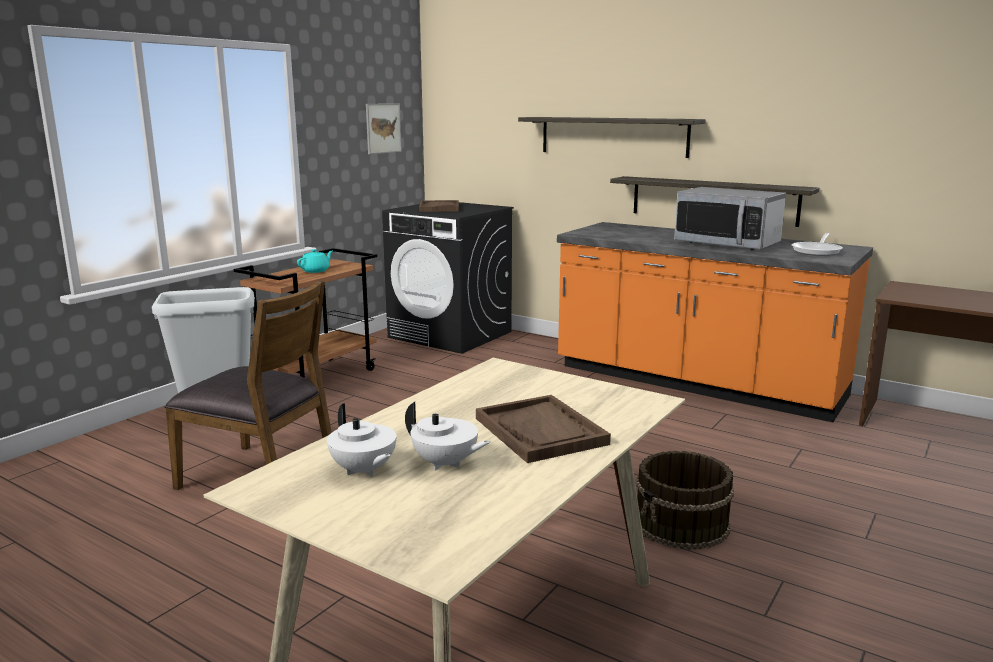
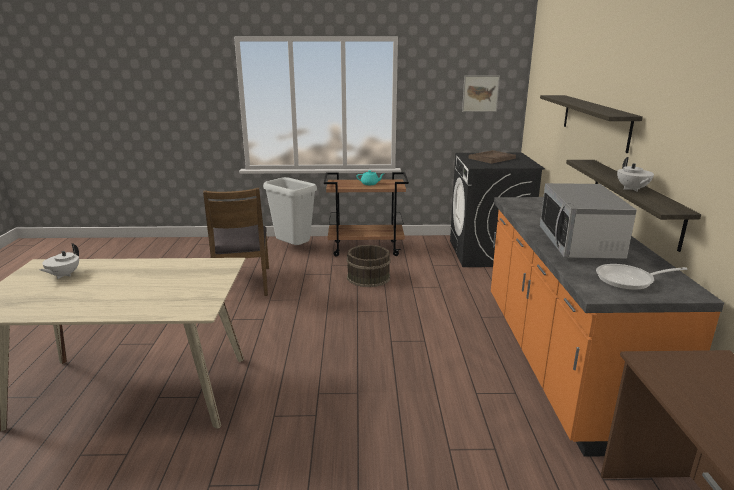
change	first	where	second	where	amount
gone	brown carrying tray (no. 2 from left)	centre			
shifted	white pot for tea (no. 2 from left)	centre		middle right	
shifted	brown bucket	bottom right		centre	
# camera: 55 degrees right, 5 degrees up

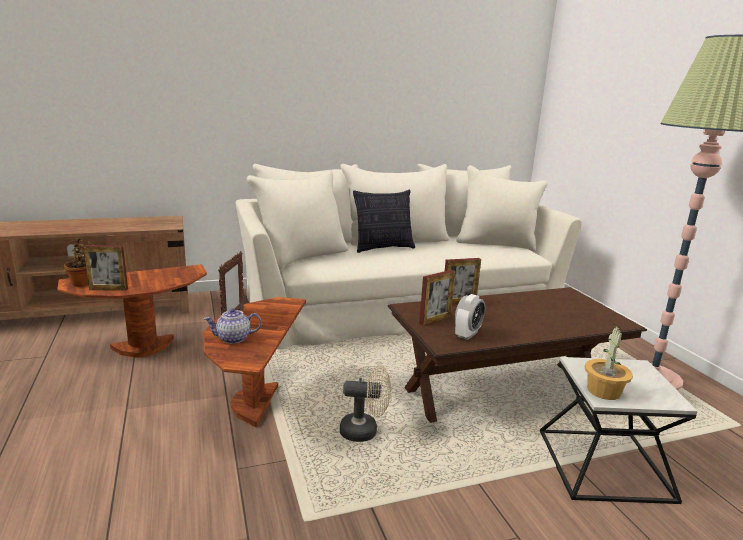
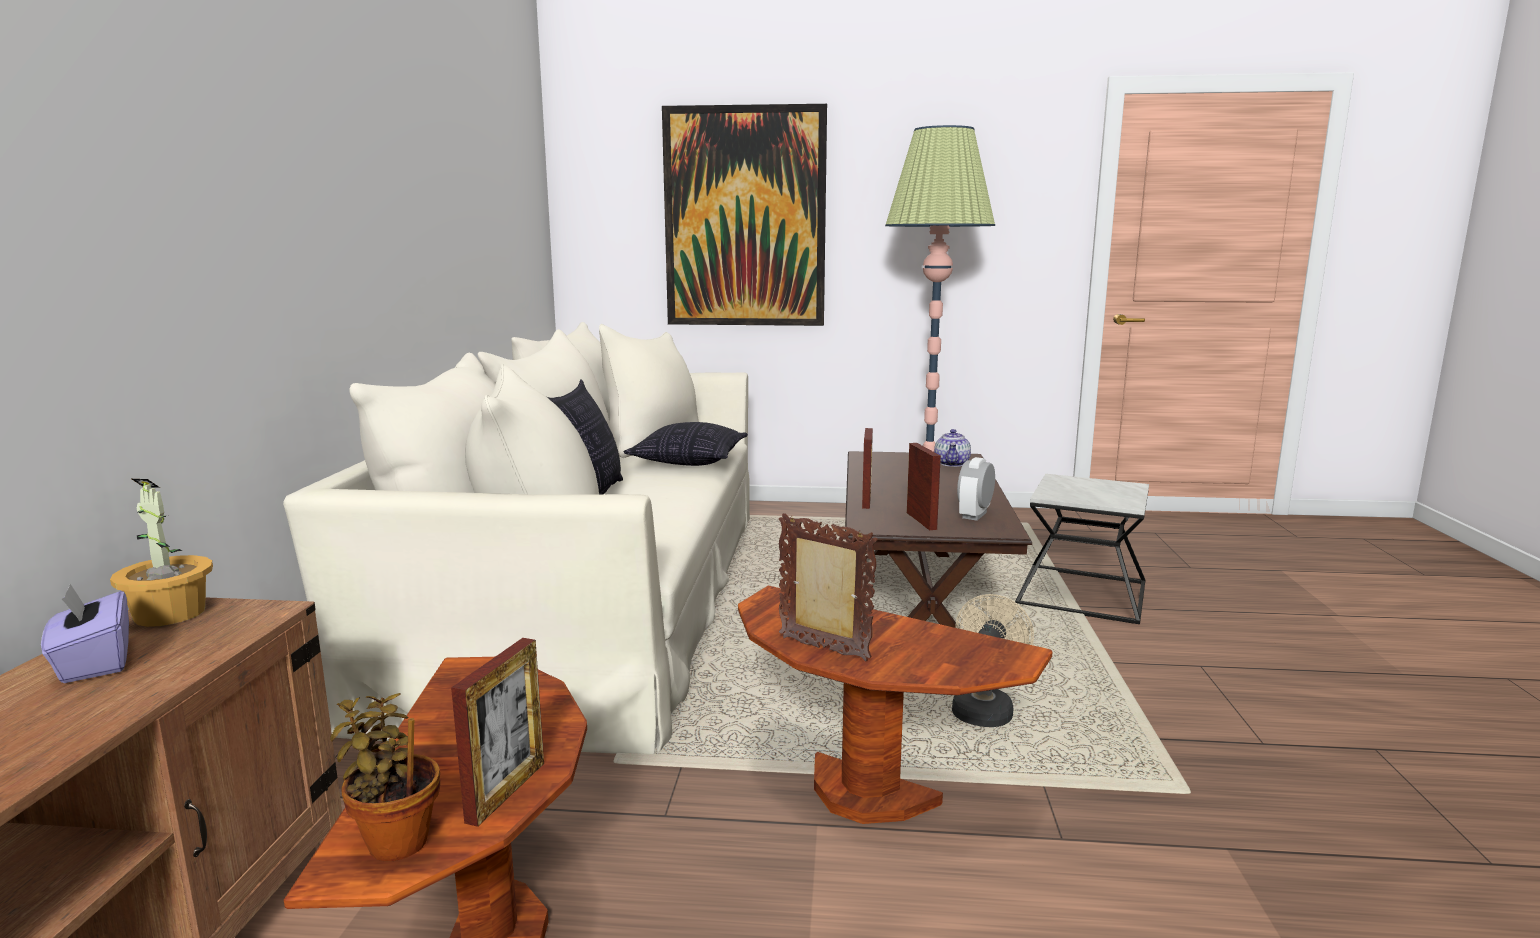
change	first	where	second	where	amount
new			purple tissue holder	bottom left	
new			throw pillow (no. 2 from left)	centre	
new			wall picture	top centre	
shifted	pot for tea	middle left		centre	
shifted	plant in a pot (no. 2 from left in the first image)	bottom right	plant in a pot (no. 1 from left)	middle left	
rotated	bedside clock	centre		centre	120 degrees counterclockwise
# camera: 65 degrees left, 5 degrees down

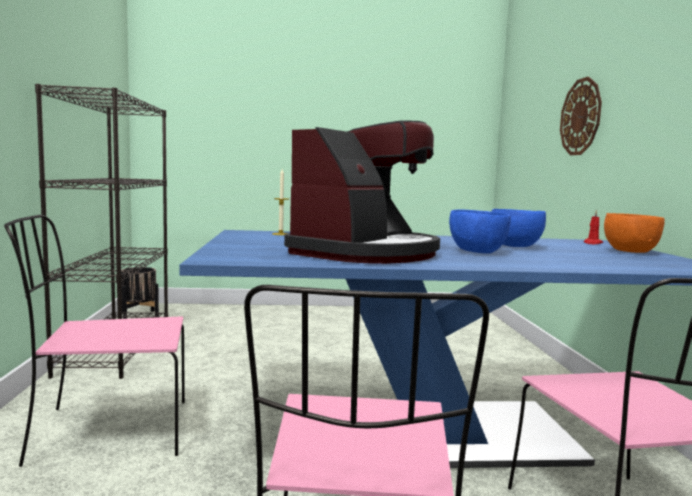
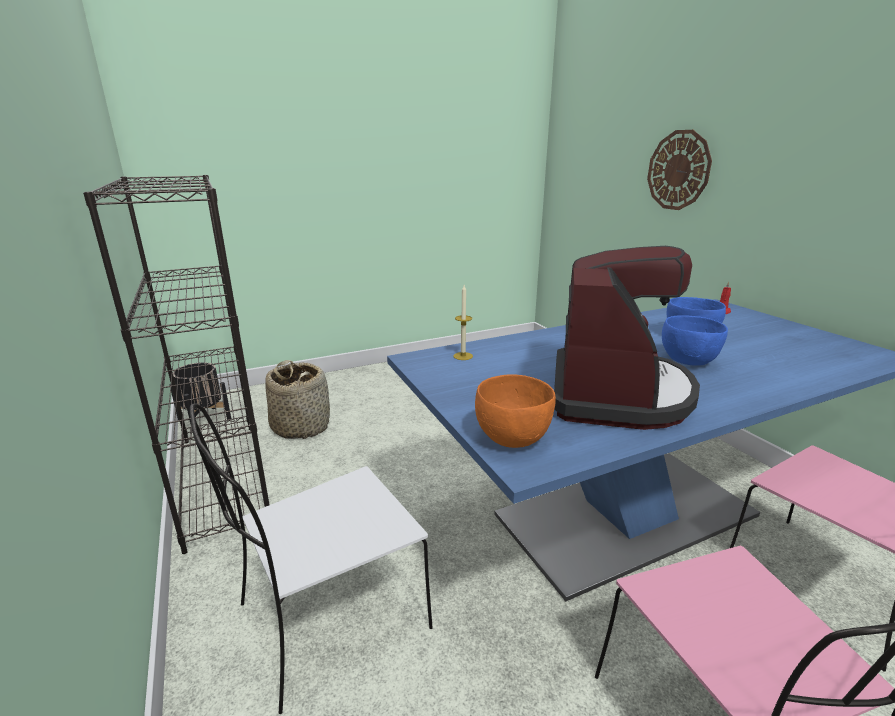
change	first	where	second	where	amount
new			household basket	middle left	
shifted	orangey deep dish	middle right		centre	
repainted	pinkish plain chair (no. 1 from left)	bottom left	white plain chair	bottom centre	
# camera: 20 degrees left, 15 degrees up

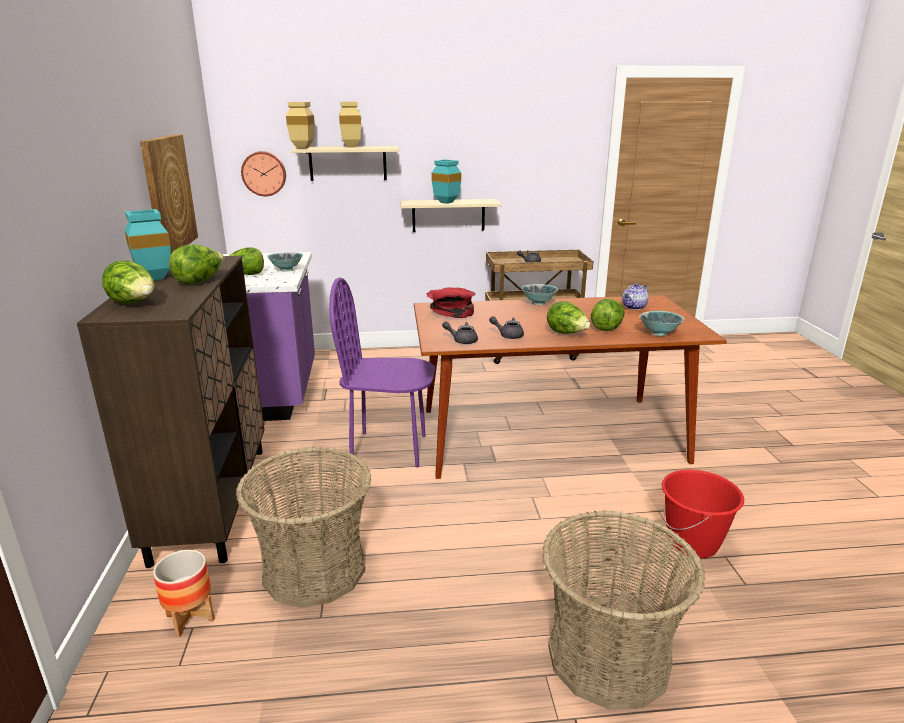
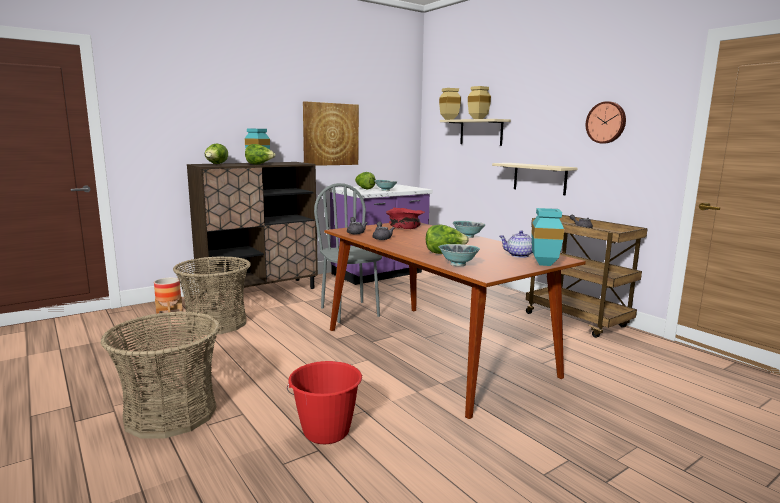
change	first	where	second	where	amount
gone	head of lettuce (no. 4 from left)	centre			
shifted	wall clock	top left		top right	
shifted	turquoise decorative vase (no. 2 from left)	top centre		middle right	
repainted	purple plain chair	centre	greyish plain chair	centre	
# camera: 60 degrees right, 10 degrees down

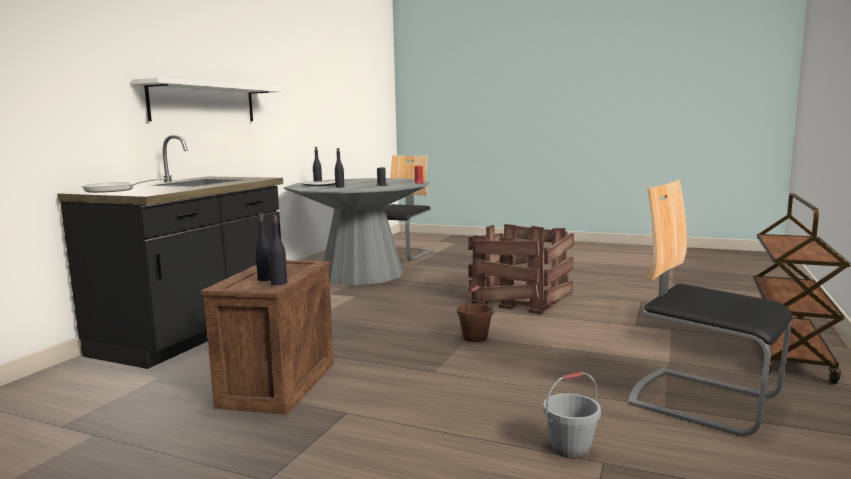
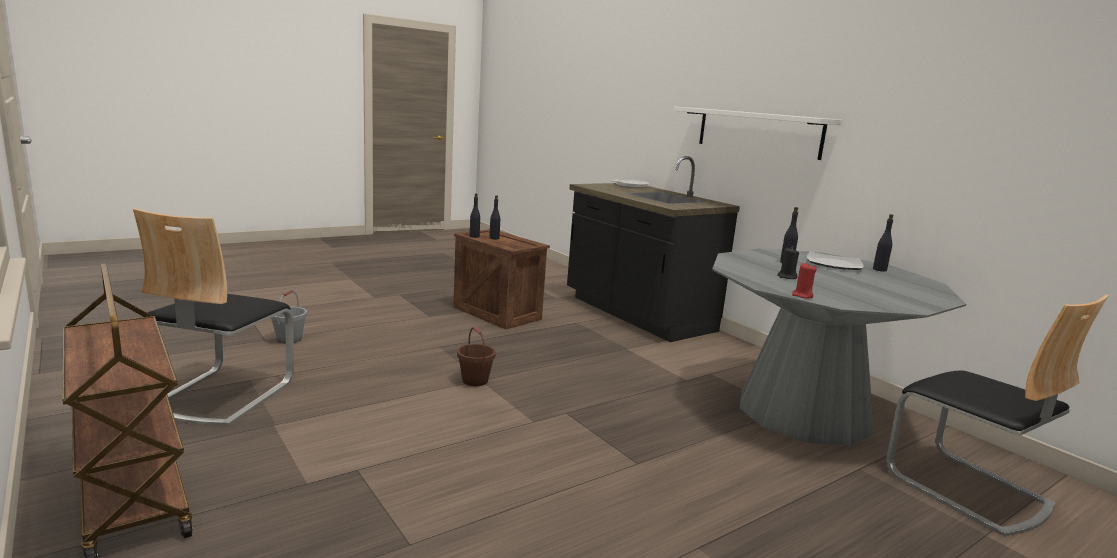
change	first	where	second	where	amount
gone	shipping crate (no. 2 from left)	centre			
rotated	plain chair (no. 2 from left in the first image)	middle right	plain chair (no. 1 from left)	middle left	120 degrees clockwise
# camera: 120 degrees right, 5 degrees up

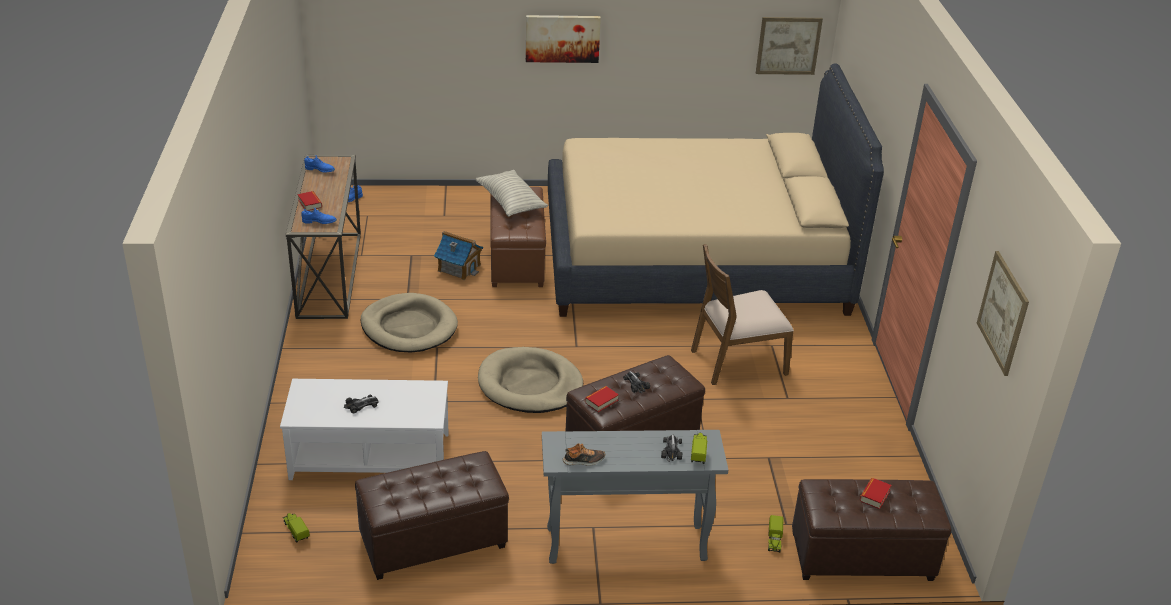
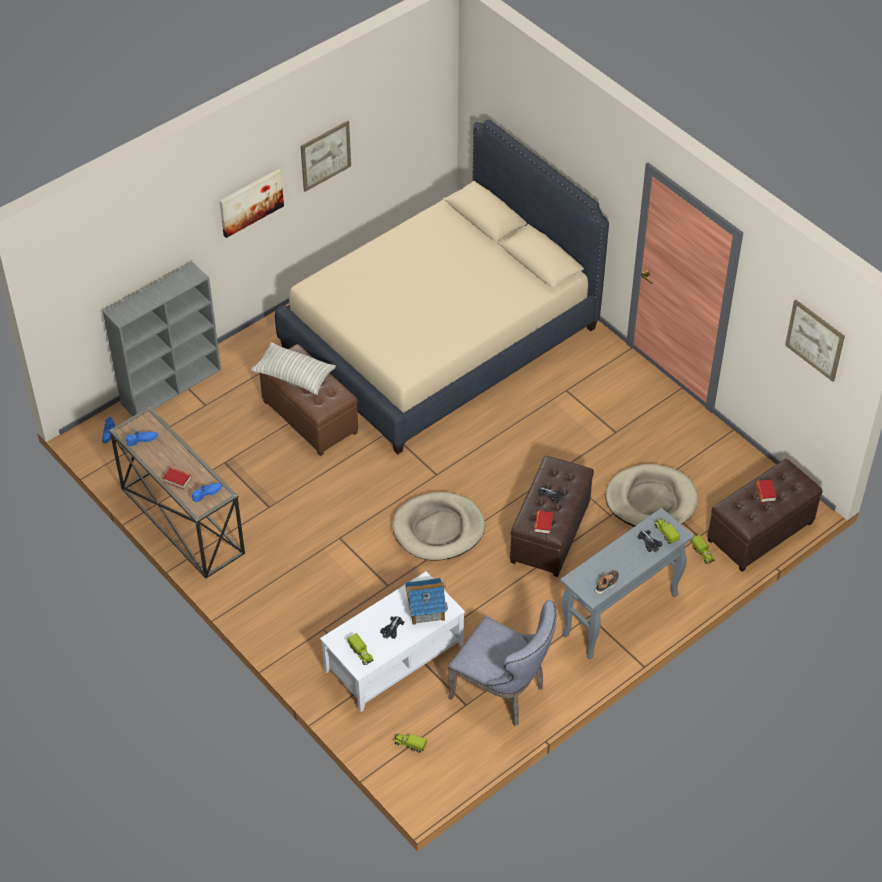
change	first	where	second	where	amount
gone	brown plain chair	centre			
new			greyish shelving unit	middle left	
new			toy lorry (no. 1 from left)	bottom centre	
shifted	beige dog bed (no. 1 from left in the first image)	centre	beige dog bed (no. 2 from left)	middle right	
shifted	miniature house	centre		bottom centre	
shifted	wall picture (no. 2 from left)	top right		top centre	
swapped	brown footrest (no. 1 from left)	bottom centre	greyish plain chair	bottom centre	
# camera: 35 degrees left, 15 degrees up

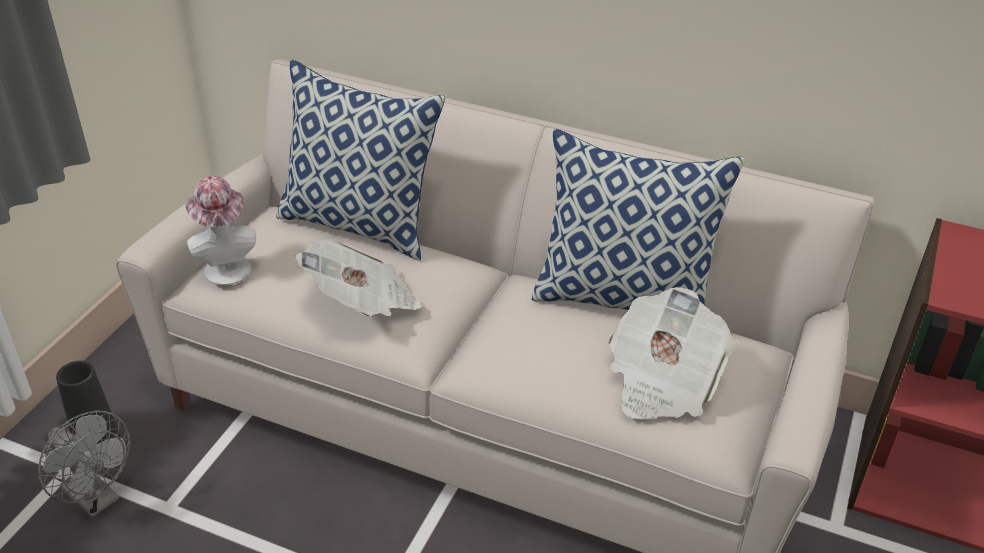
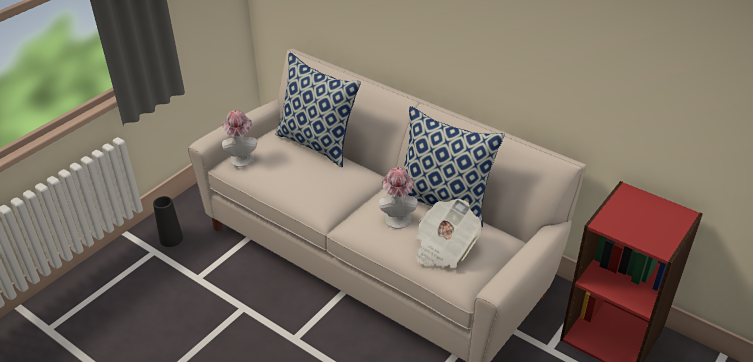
change	first	where	second	where	amount
gone	greyish cooling fan	bottom left			
gone	printed paper (no. 1 from left)	centre			
new			hat (no. 2 from left)	centre	
# camera: 15 degrees right, 0 degrees up

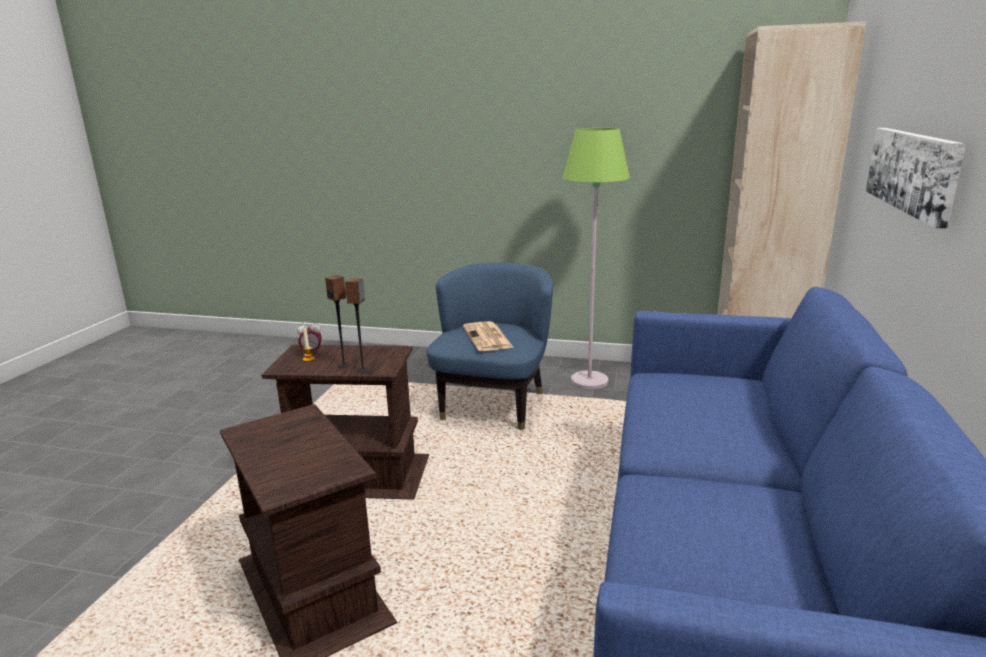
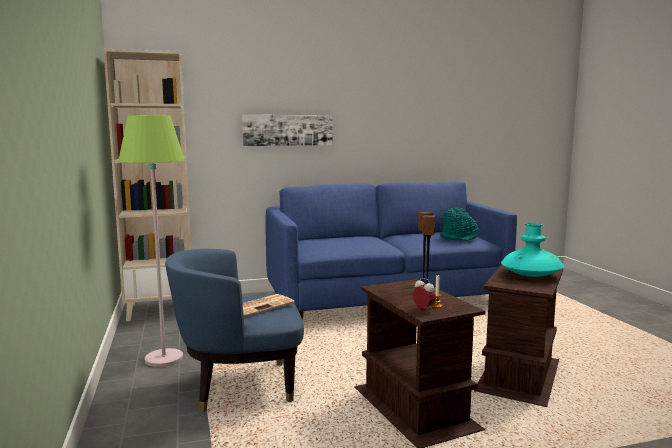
change	first	where	second	where	amount
new			turquoise hat	middle right	
new			turquoise decorative vase	middle right	
# camera: 120 degrees left, 10 degrees down

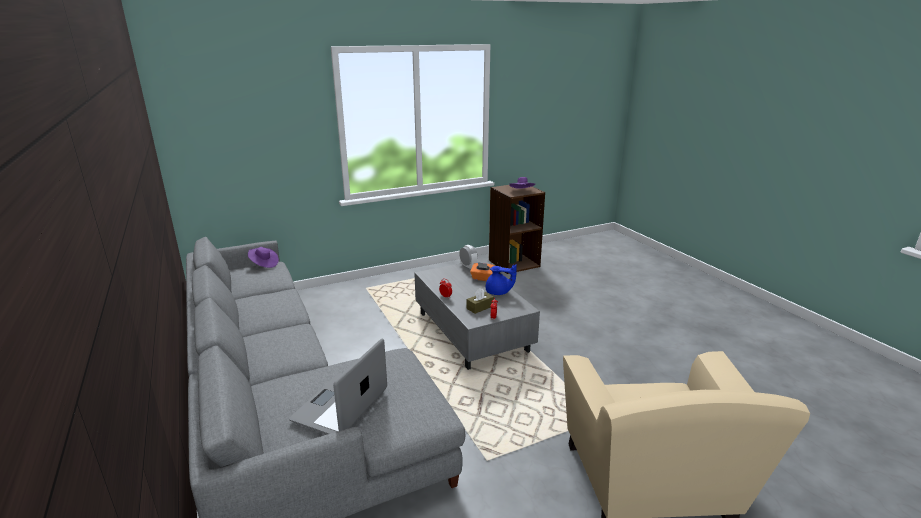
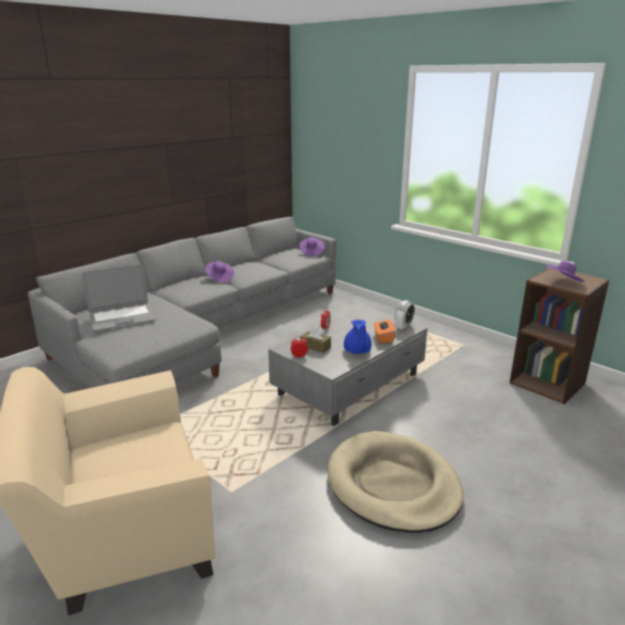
change	first	where	second	where	amount
new			purple hat (no. 1 from left)	centre	
new			beige dog bed	bottom centre	
rotated	portable computer	bottom centre		middle left	150 degrees clockwise
# camera: 70 degrees right, 0 degrees up

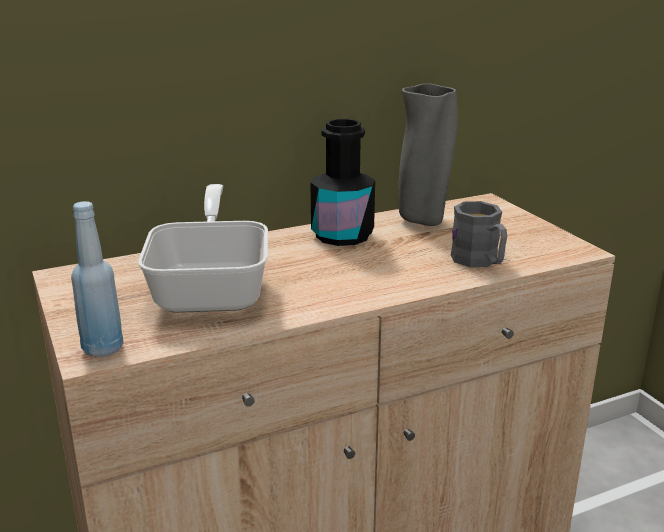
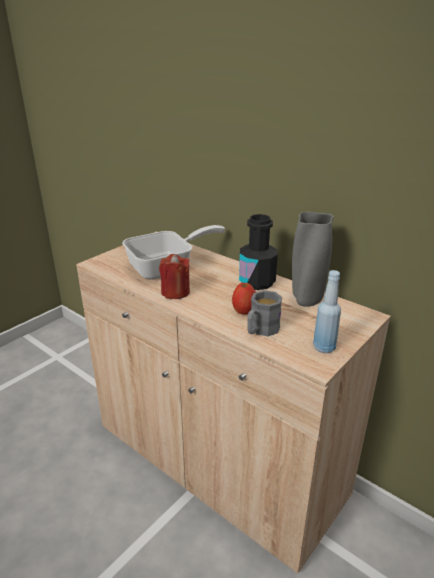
change	first	where	second	where	amount
new			red candle	centre	
new			apple	centre	
shifted	blue-coloured drink bottle	middle left		middle right	
# camera: 65 degrees right, 5 degrees up

